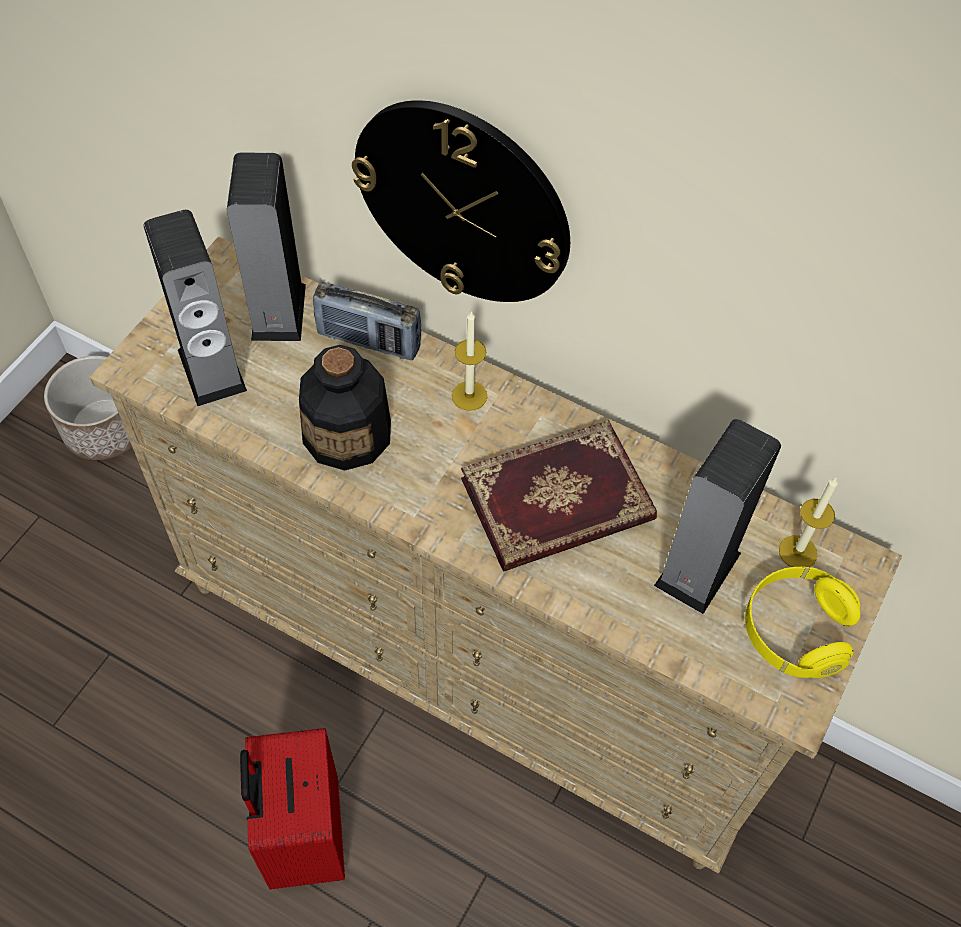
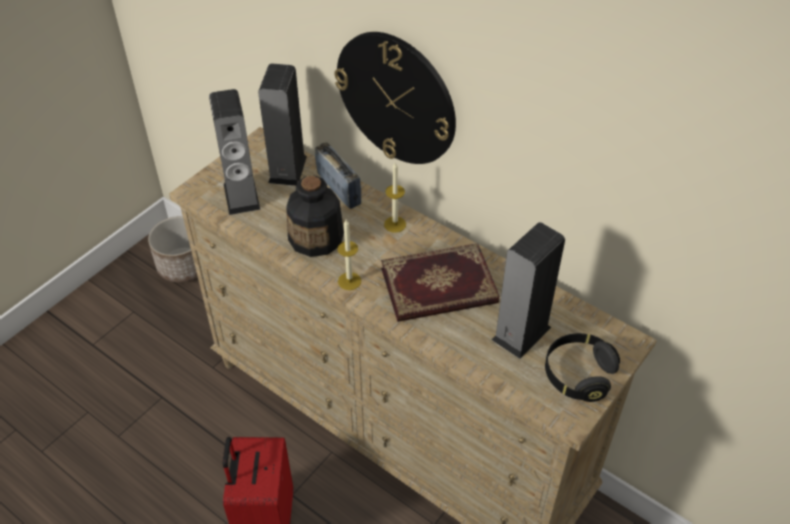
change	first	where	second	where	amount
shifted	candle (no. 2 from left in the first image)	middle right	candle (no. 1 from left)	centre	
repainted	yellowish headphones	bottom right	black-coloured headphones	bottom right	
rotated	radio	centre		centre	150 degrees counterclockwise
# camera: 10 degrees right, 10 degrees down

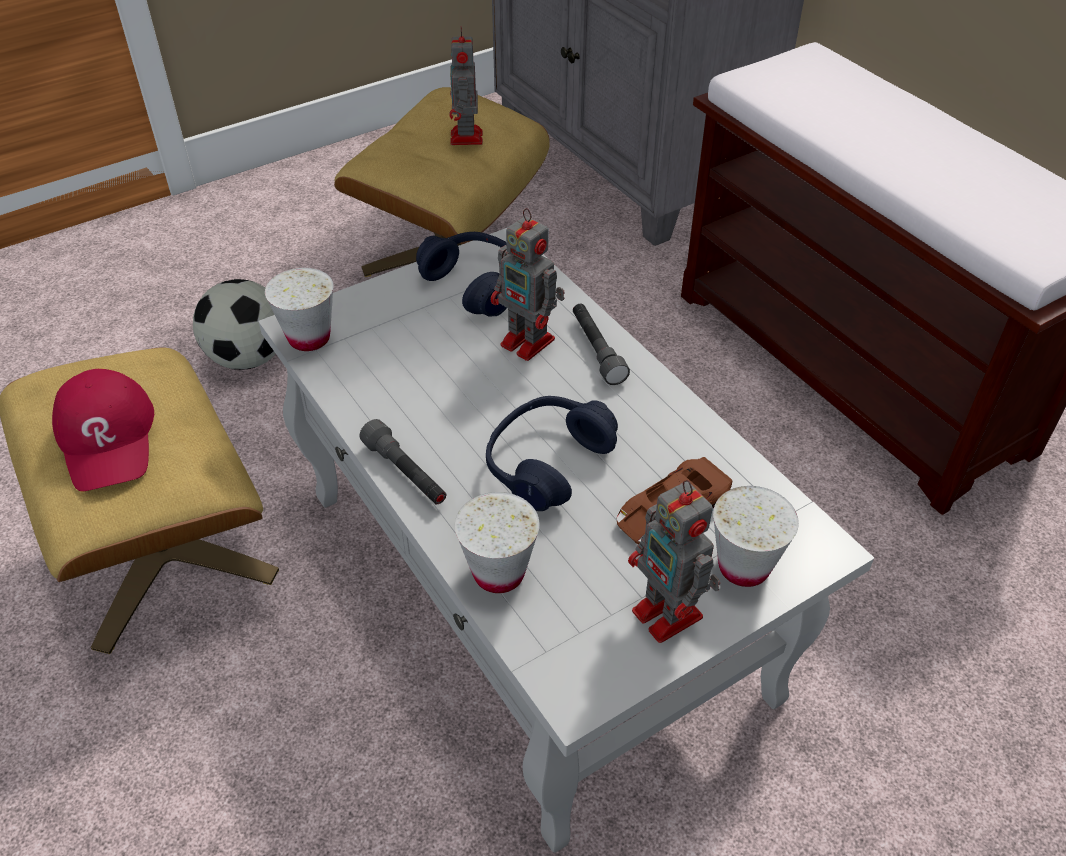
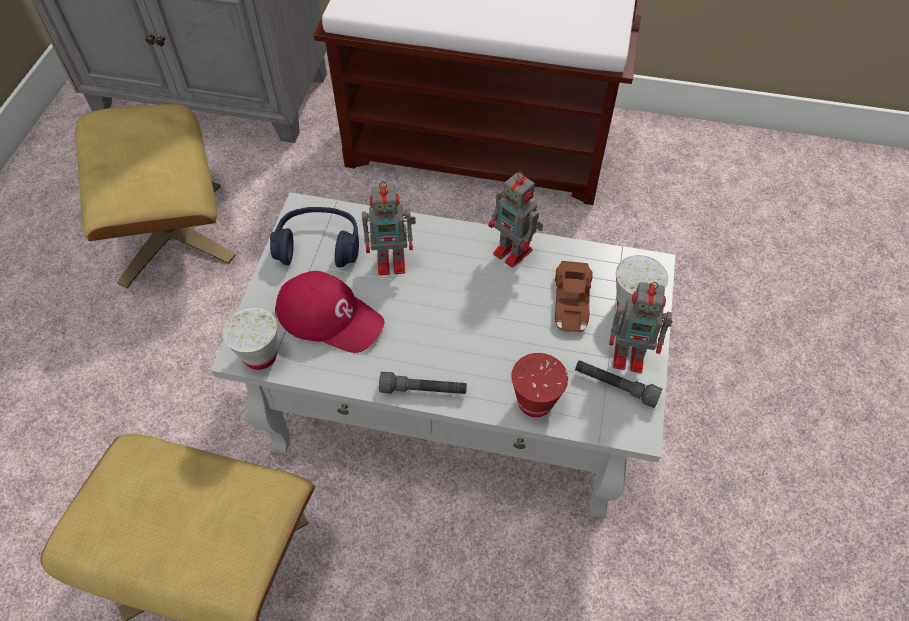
change	first	where	second	where	amount
gone	football	middle left			
gone	blue-coloured headphones (no. 2 from left)	centre			
shifted	red cap	middle left		centre	
shifted	model robot (no. 1 from left in the first image)	top centre	model robot (no. 2 from left)	centre	
shifted	greyish torch (no. 2 from left)	centre		middle right	
repainted	white cup (no. 2 from left)	centre	red cup	centre	
# camera: 45 degrees left, 10 degrees up

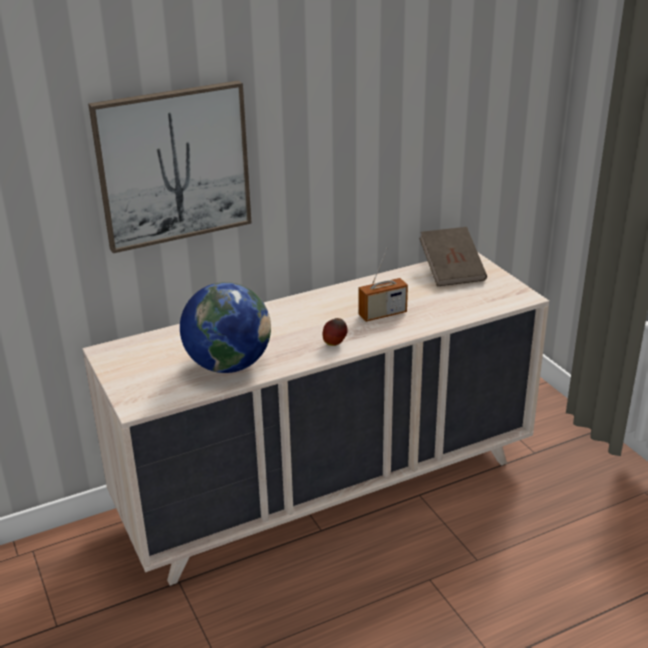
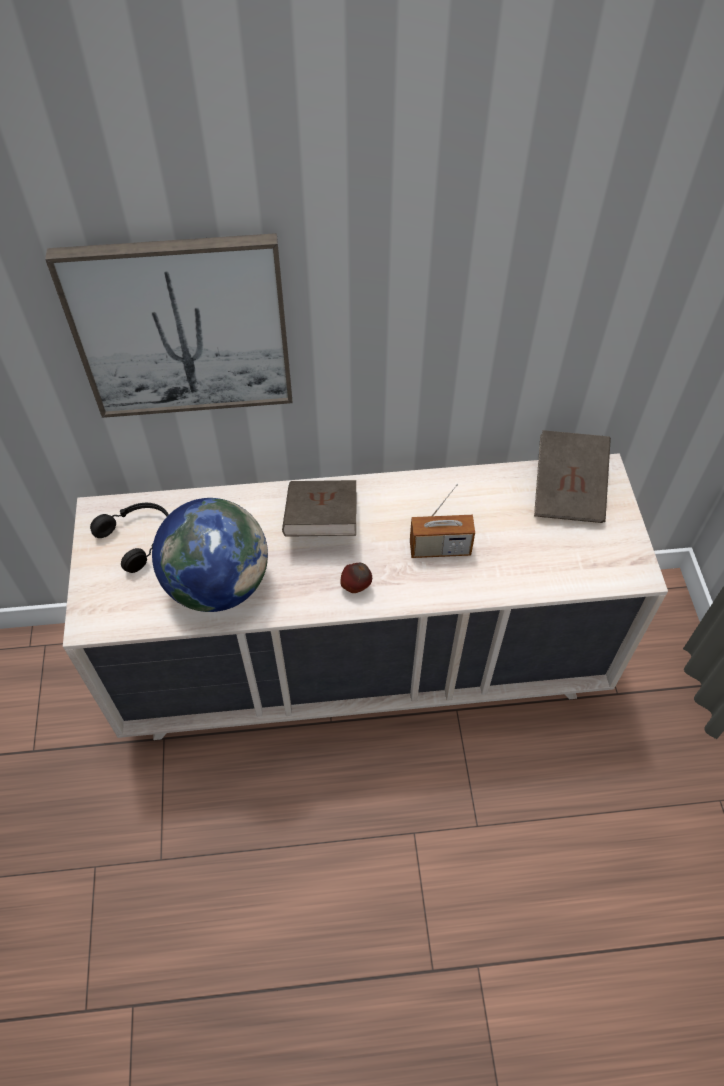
change	first	where	second	where	amount
new			black-coloured headphones	middle left	
new			brown bound book (no. 1 from left)	centre	
# camera: 20 degrees right, 25 degrees up

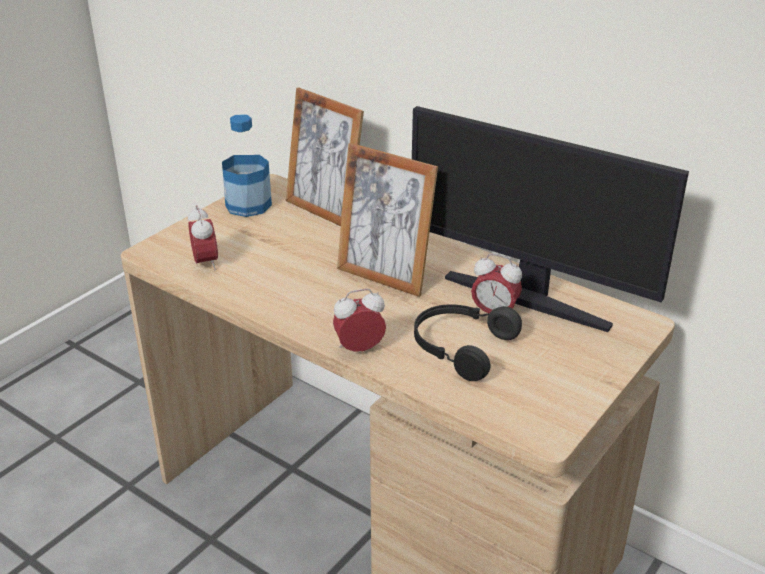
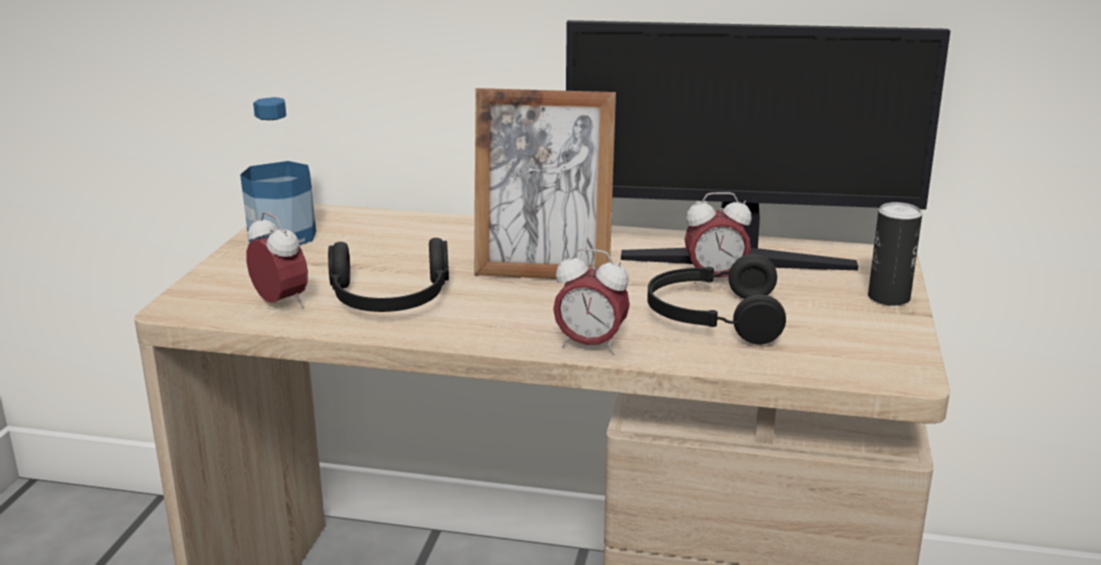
change	first	where	second	where	amount
gone	photo frame (no. 1 from left)	top centre			
new			black-coloured headphones (no. 1 from left)	centre	
new			sealed can	middle right	
rotated	bedside clock (no. 2 from left)	centre		centre	120 degrees counterclockwise
# camera: 25 degrees left, 10 degrees down

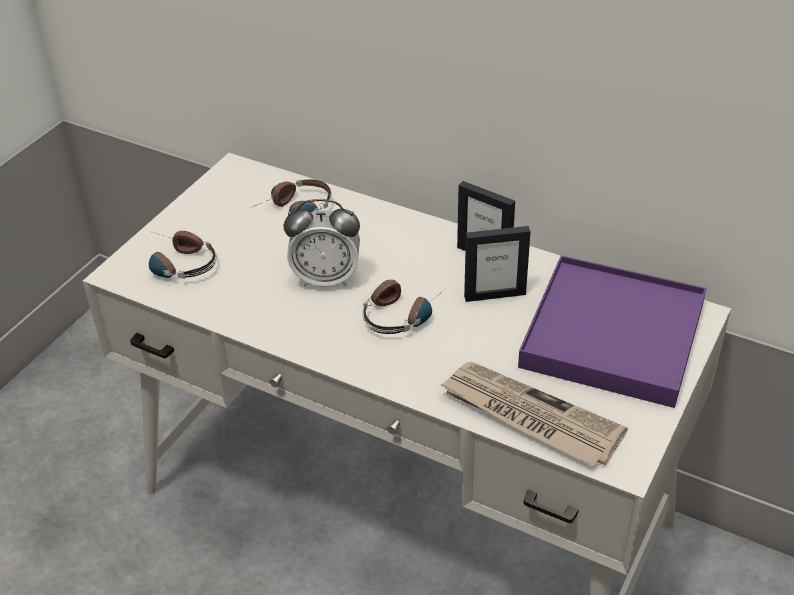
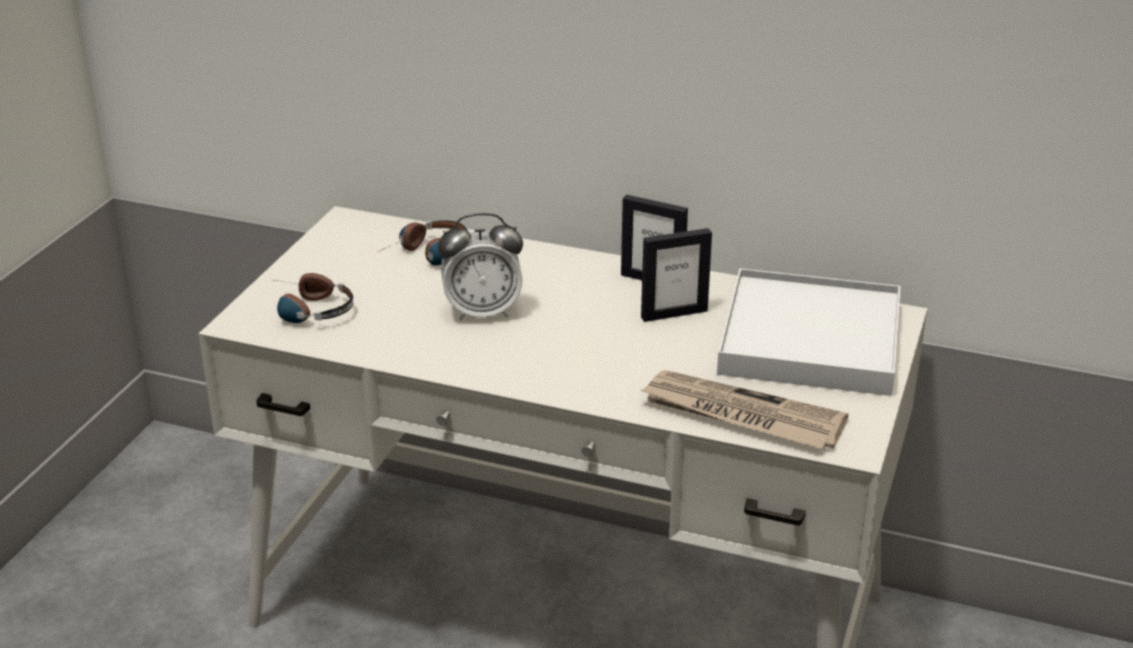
change	first	where	second	where	amount
gone	headphones (no. 3 from left)	centre			
repainted	purple carrying tray	middle right	white carrying tray	middle right	
# camera: 10 degrees left, 10 degrees down

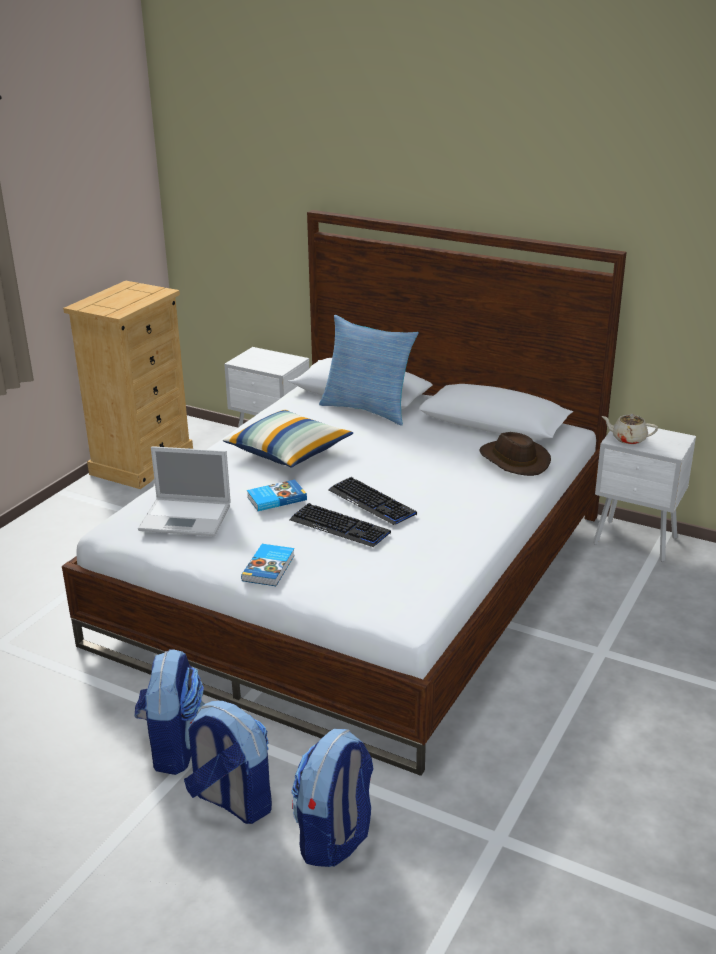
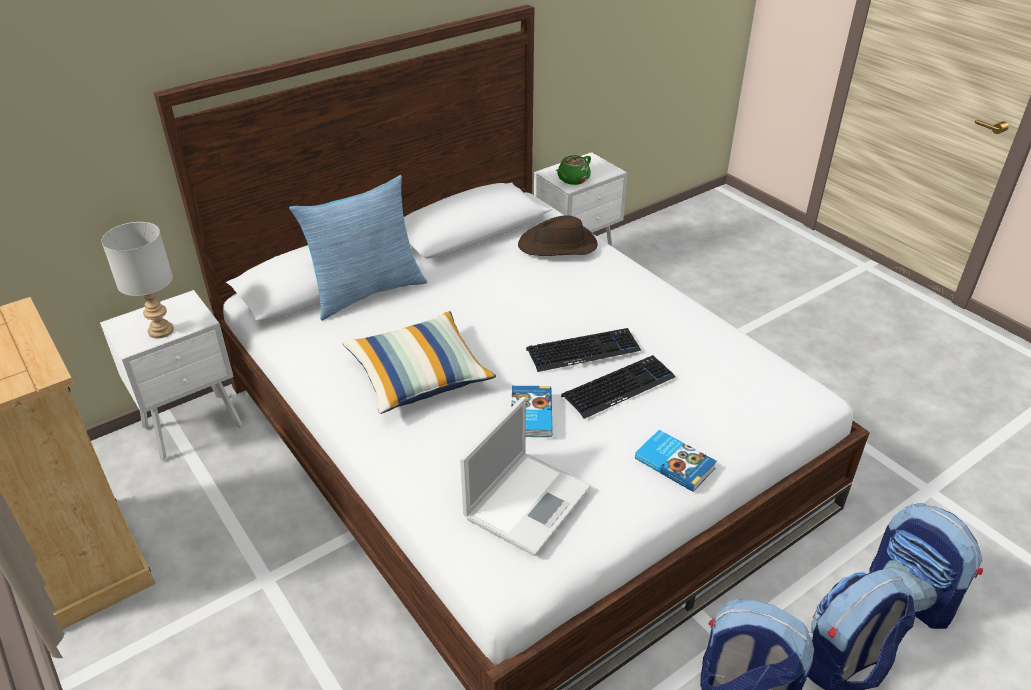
change	first	where	second	where	amount
new			greyish lamp for a table	middle left	
repainted	beige pot for tea	middle right	green pot for tea	top centre	
# camera: 65 degrees left, 10 degrees up

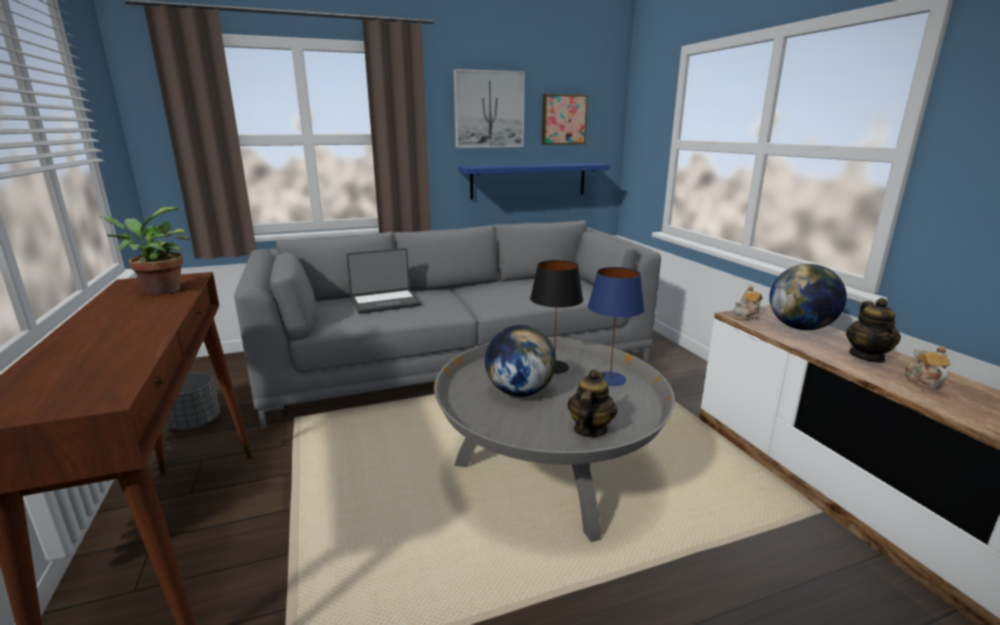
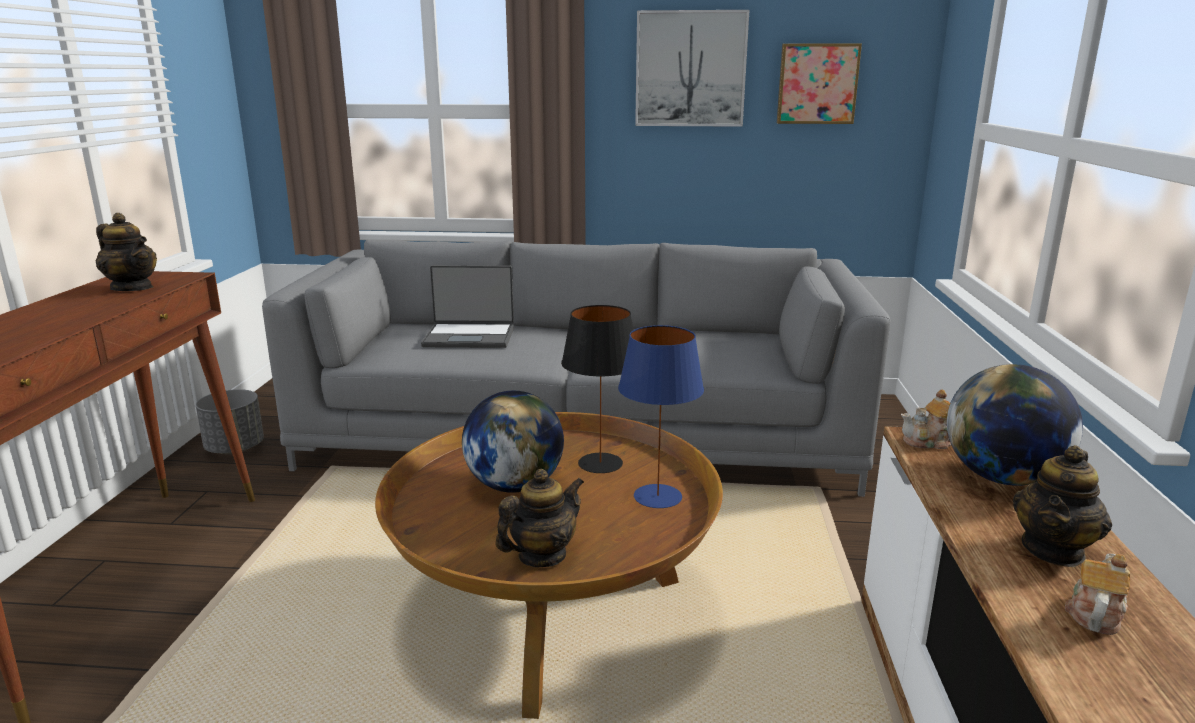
change	first	where	second	where	amount
gone	blue-coloured shelf	top centre			
swapped	plant in a pot	middle left	pot for tea (no. 1 from left)	middle left	
repainted	greyish lounge table	bottom centre	brown lounge table	bottom centre	
# camera: 25 degrees right, 0 degrees up

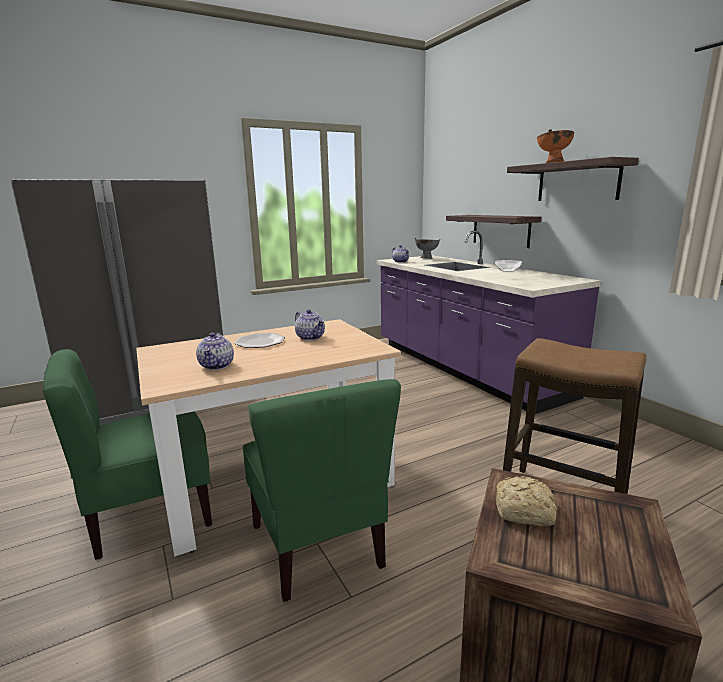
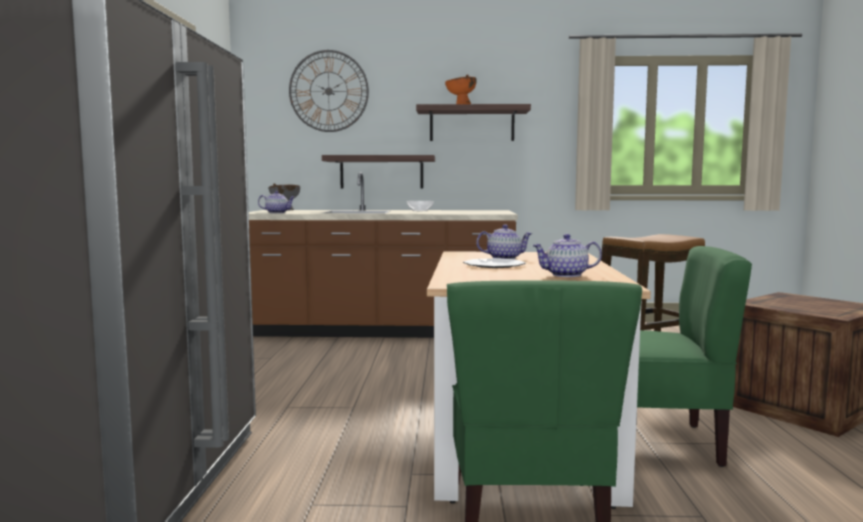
change	first	where	second	where	amount
gone	bread	bottom right			
new			wall clock	top centre	
repainted	purple kitchen counter	middle right	brown kitchen counter	centre	
rotated	pot for tea (no. 1 from left in the first image)	middle left	pot for tea (no. 3 from left)	centre	150 degrees clockwise
# camera: 60 degrees left, 10 degrees down

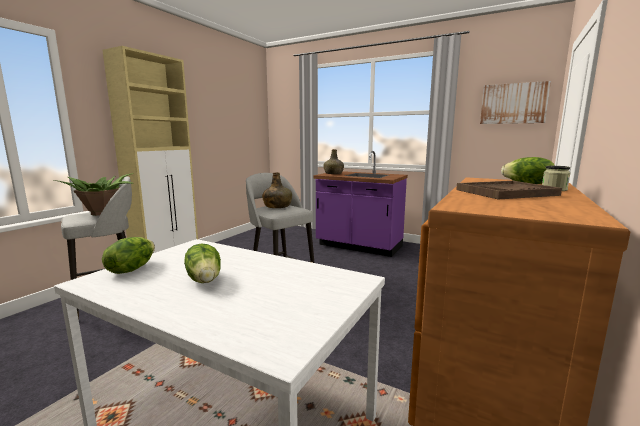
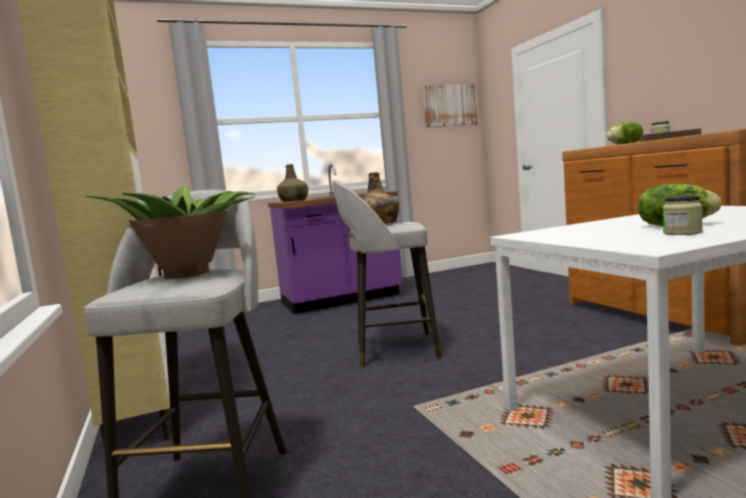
change	first	where	second	where	amount
gone	head of lettuce (no. 1 from left)	middle left			
new			jar (no. 2 from left)	middle right	
# camera: 50 degrees left, 5 degrees down

